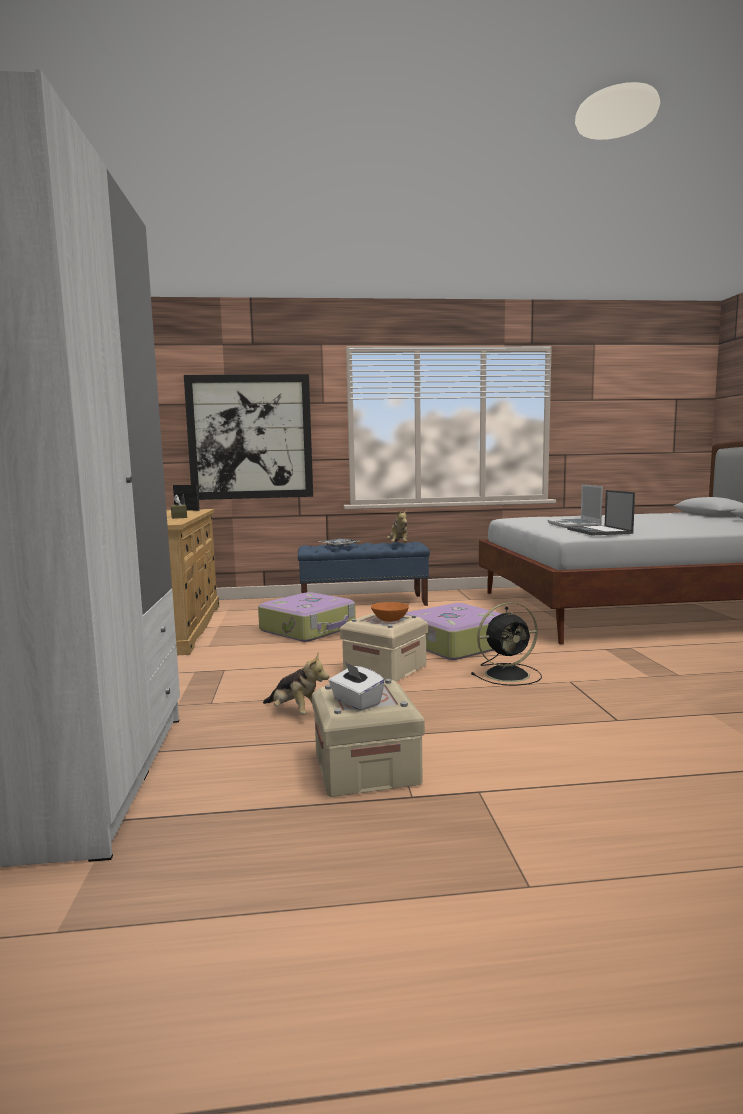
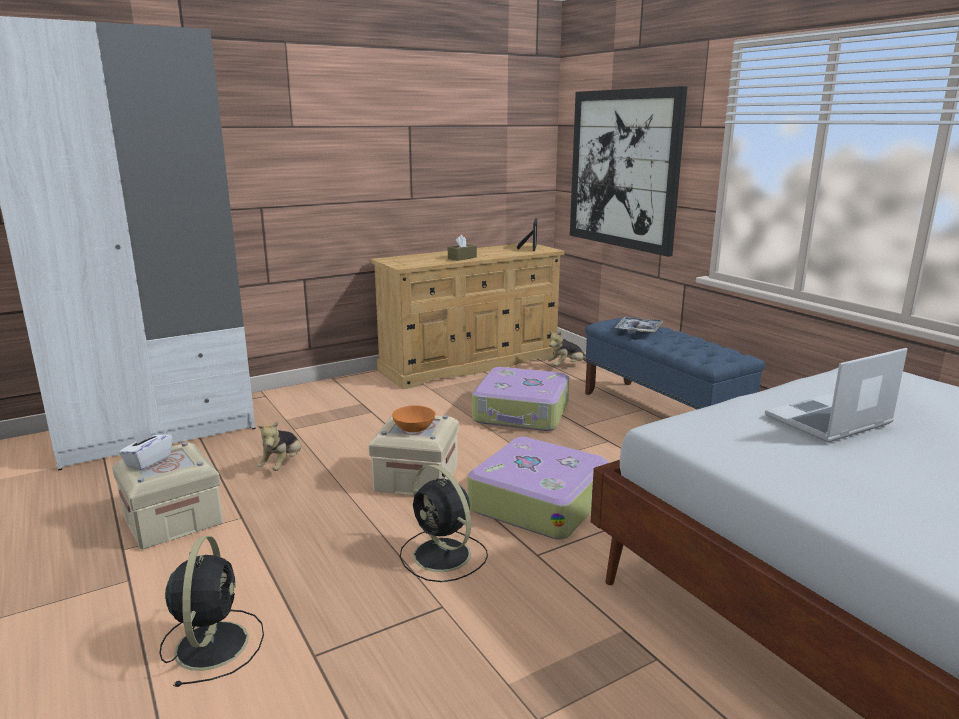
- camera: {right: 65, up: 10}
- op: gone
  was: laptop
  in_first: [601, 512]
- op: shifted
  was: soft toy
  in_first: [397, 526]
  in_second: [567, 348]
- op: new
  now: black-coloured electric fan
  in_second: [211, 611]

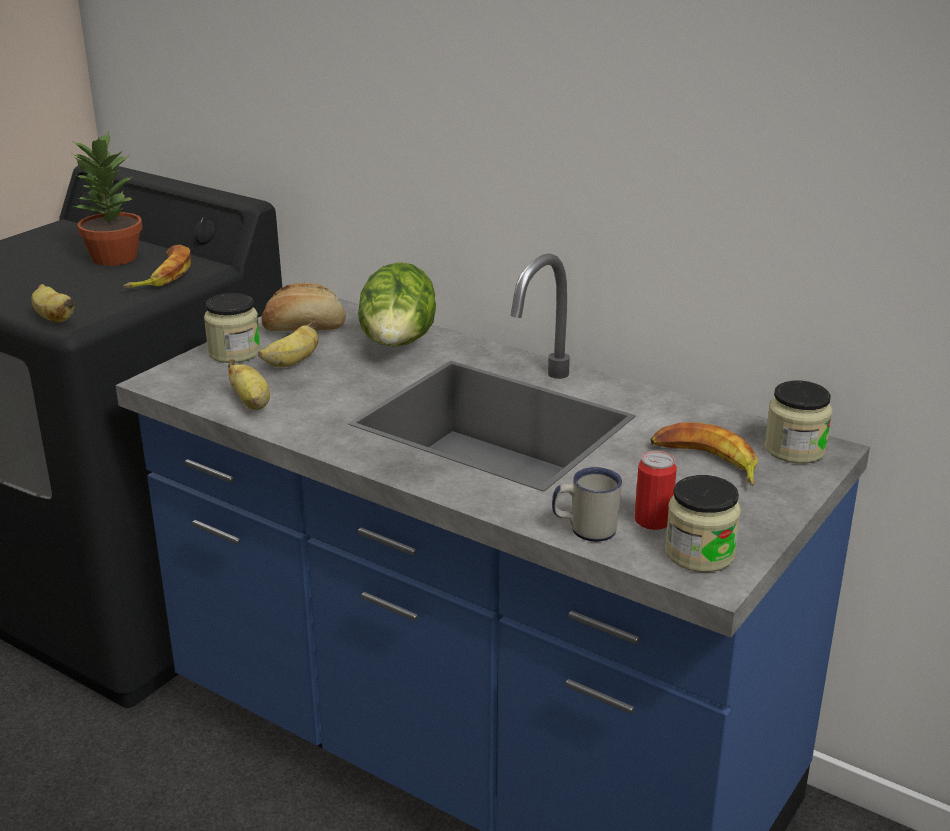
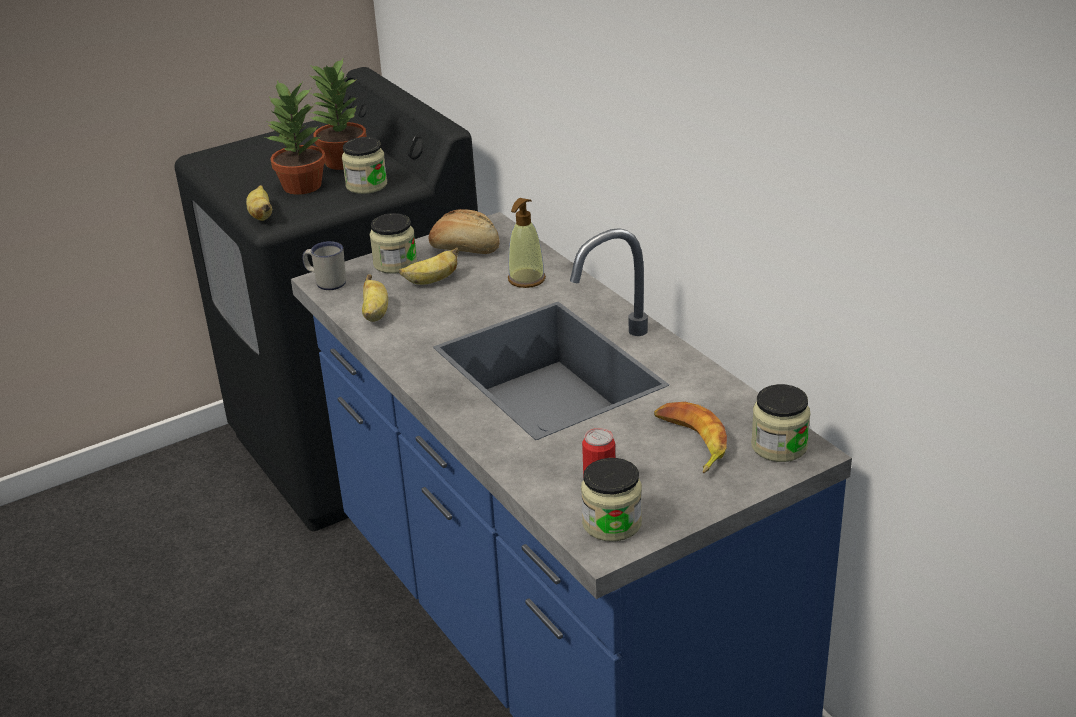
- camera: {right: 25, up: 5}
- op: swapped
  was: whole banana
  now: preserve jar
  in_first: [157, 266]
  in_second: [364, 165]
- op: swapped
  was: lettuce
  now: soap dispenser
  in_first: [397, 304]
  in_second: [527, 243]
- op: shifted
  was: white tea mug
  in_first: [587, 504]
  in_second: [324, 265]
- op: new
  now: houseplant
  in_second: [295, 138]

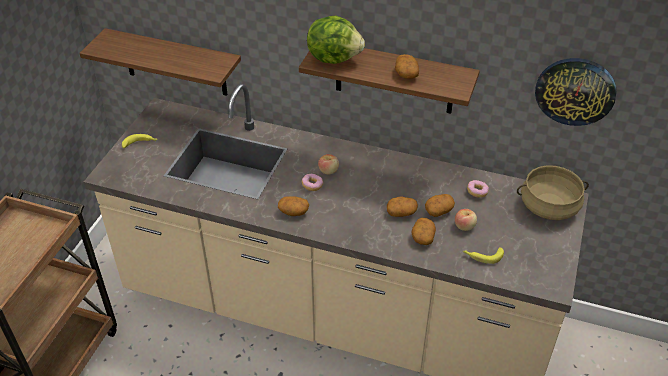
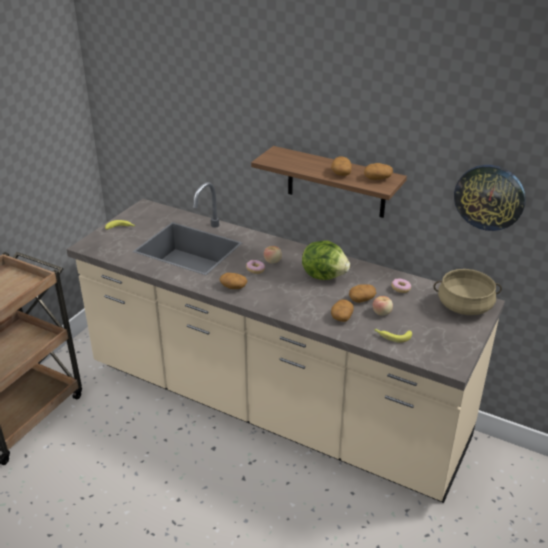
- camera: {right: 10, up: -10}
- op: shifted
  was: lettuce
  in_first: [336, 40]
  in_second: [326, 260]
- op: gone
  was: wall shelf
  in_first: [160, 62]
- op: shifted
  was: spud
  in_first: [402, 207]
  in_second: [378, 171]

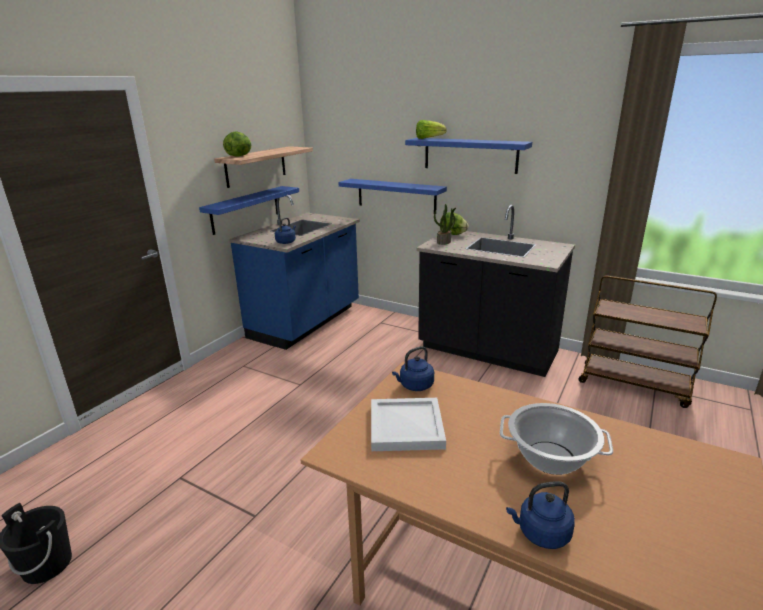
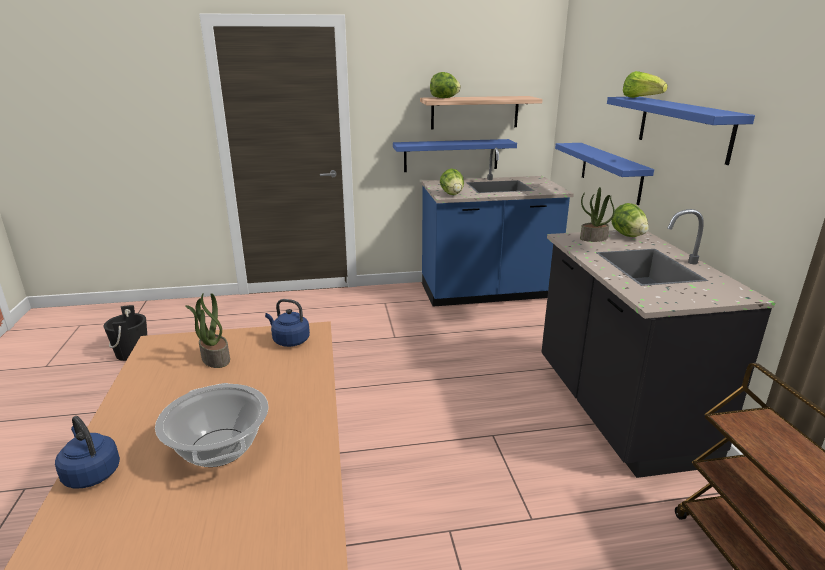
- camera: {right: 50, up: 0}
- op: swapped
  was: blue kettle
  now: lettuce
  in_first: [285, 230]
  in_second: [452, 181]
- op: swapped
  was: white carrying tray
  now: houseplant
  in_first: [408, 424]
  in_second: [207, 330]

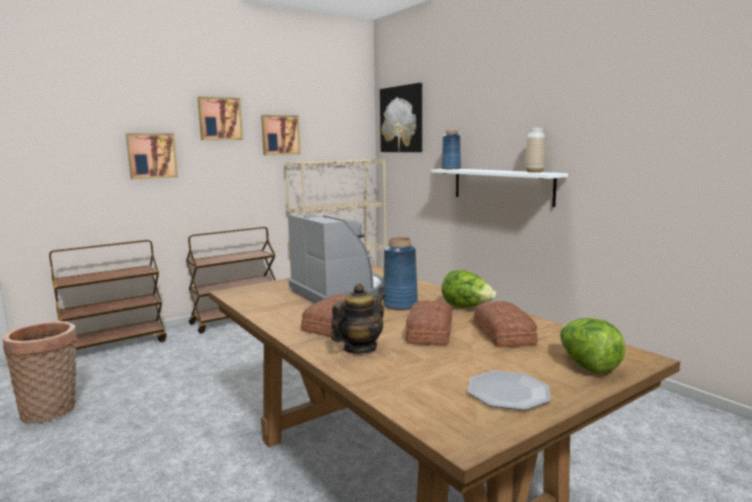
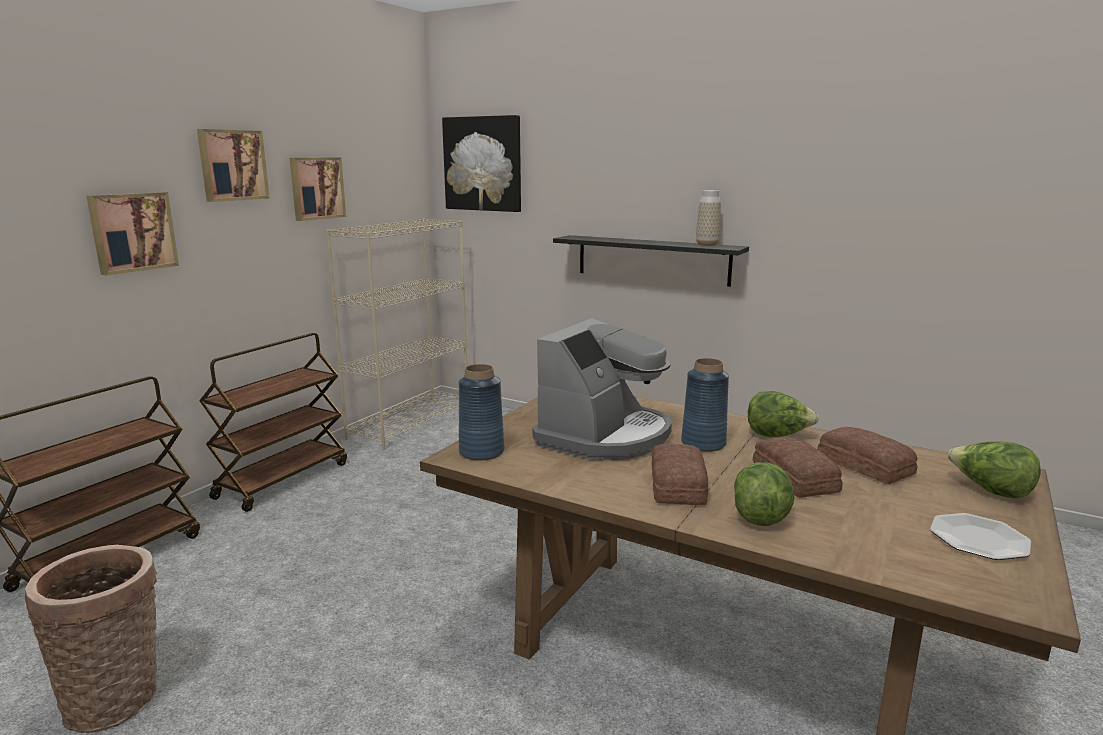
- camera: {right: -25, up: 5}
- op: shifted
  was: blue vase
  in_first: [451, 149]
  in_second: [482, 412]
- op: repainted
  was: white wall shelf
  now: black-coloured wall shelf
  in_first: [500, 188]
  in_second: [651, 261]
- op: rotated
  was: coffee machine
  in_first: [336, 258]
  in_second: [602, 389]
  clockwise: 90
- op: swapped
  was: teapot
  now: lettuce
  in_first: [358, 318]
  in_second: [764, 494]

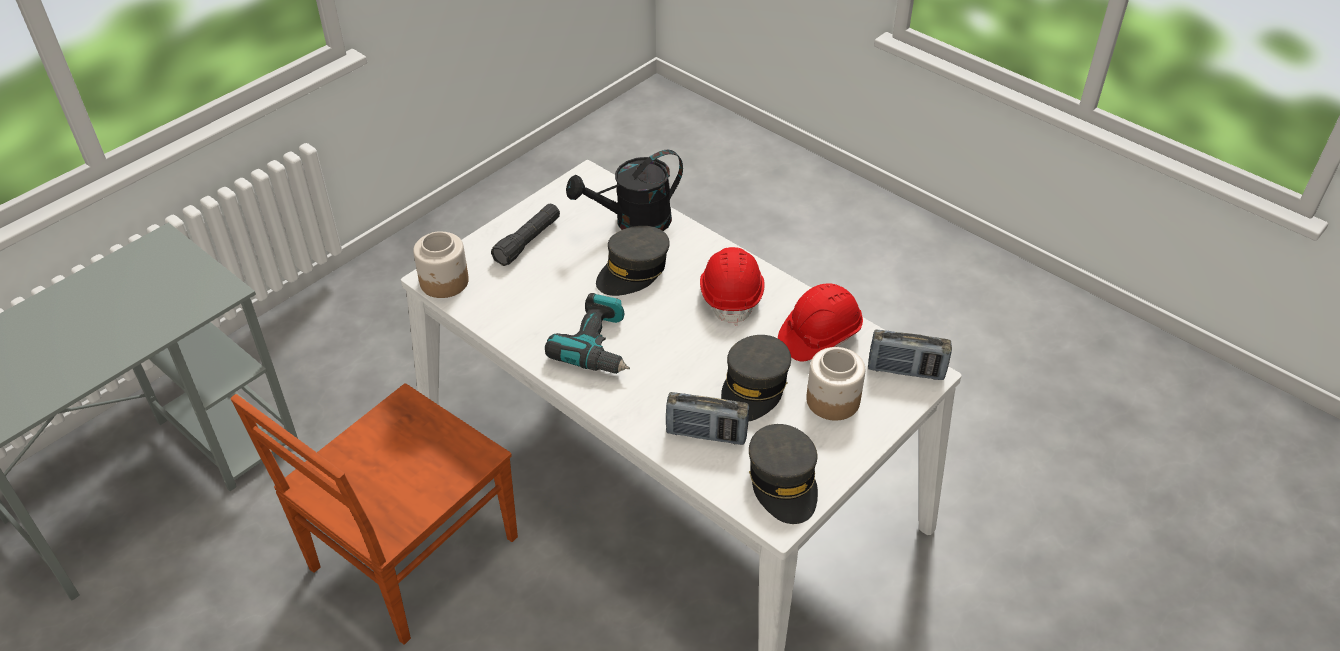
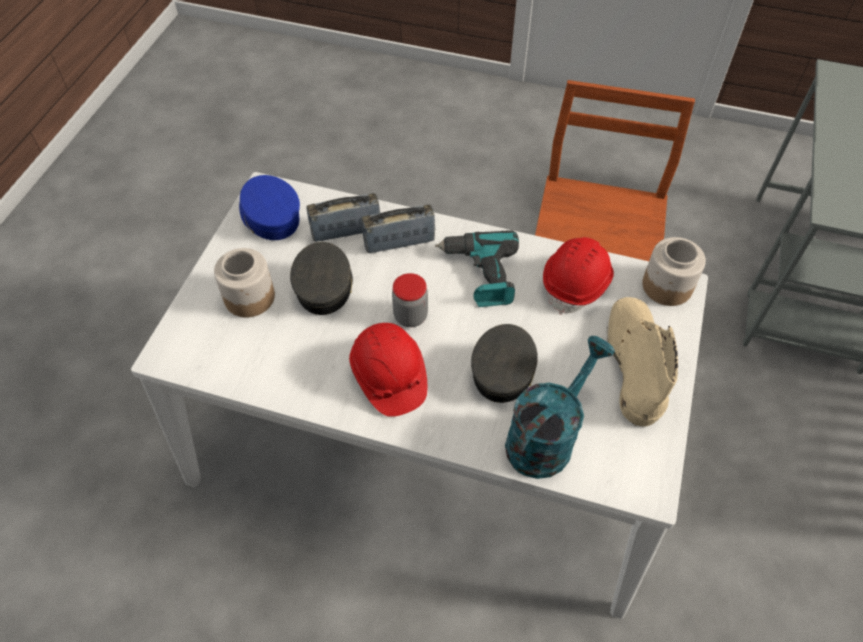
- camera: {right: 155, up: 10}
- op: repainted
  was: black-coloured watering can
  now: turquoise watering can
  in_first: [624, 190]
  in_second: [560, 407]
- op: swapped
  was: black-coloured flashlight
  now: beige boot
  in_first: [525, 235]
  in_second: [642, 362]
- op: shifted
  was: reddish hard hat
  in_first: [820, 322]
  in_second: [578, 276]
- op: shifted
  was: radio set
  in_first: [910, 355]
  in_second: [398, 228]
- op: repainted
  was: greyish baseball cap
  now: blue baseball cap
  in_first: [783, 474]
  in_second: [269, 207]
- op: new
  now: preserve jar
  in_second: [410, 300]

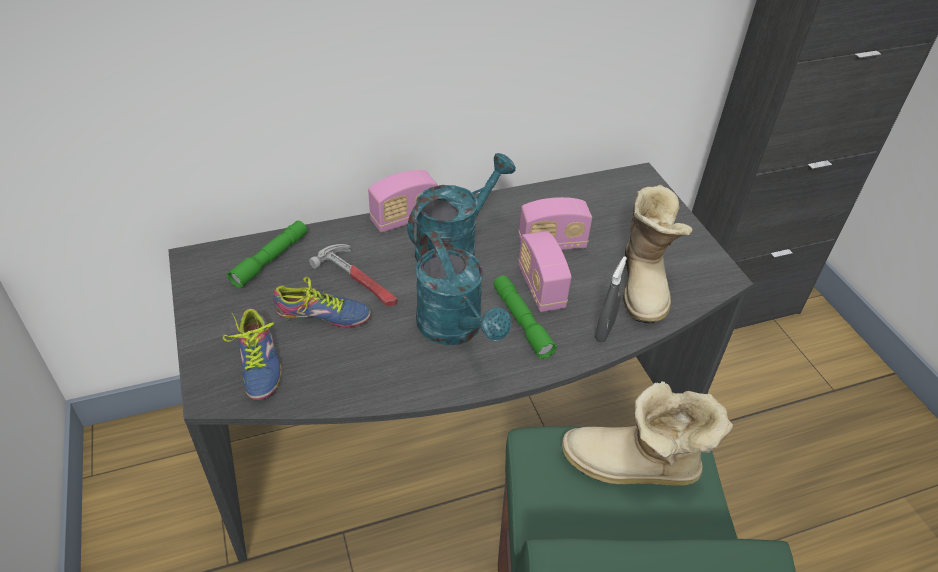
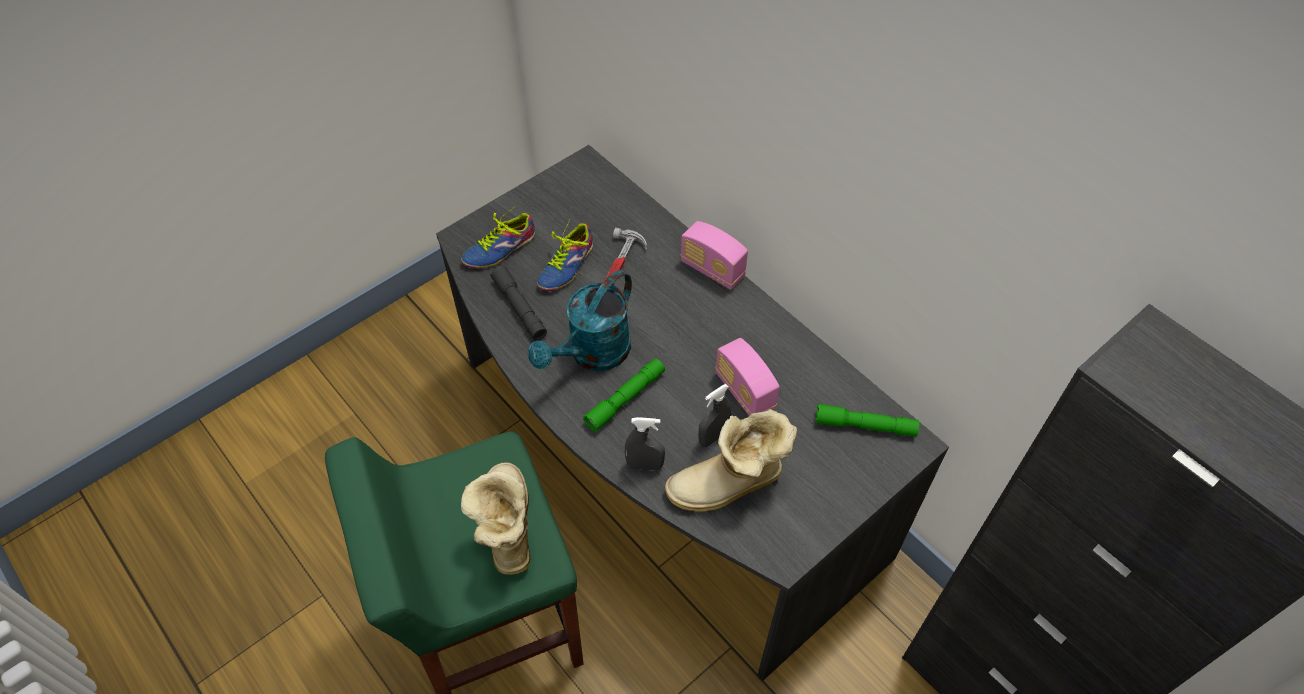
- camera: {right: 70, up: 10}
- op: gone
  was: turquoise watering can
  in_first: [461, 207]
- op: shifted
  was: green-coloured flashlight
  in_first: [267, 254]
  in_second: [867, 420]
- op: gone
  was: radio set
  in_first: [545, 271]
- op: rotated
  was: shoe
  in_first: [322, 301]
  in_second: [565, 255]
  clockwise: 45
- op: new
  now: greyish flashlight
  in_second: [519, 303]
- op: new
  now: greyish sprayer
  in_second: [714, 415]

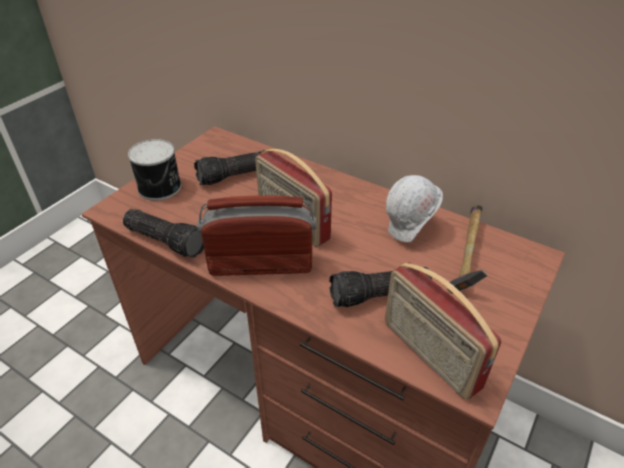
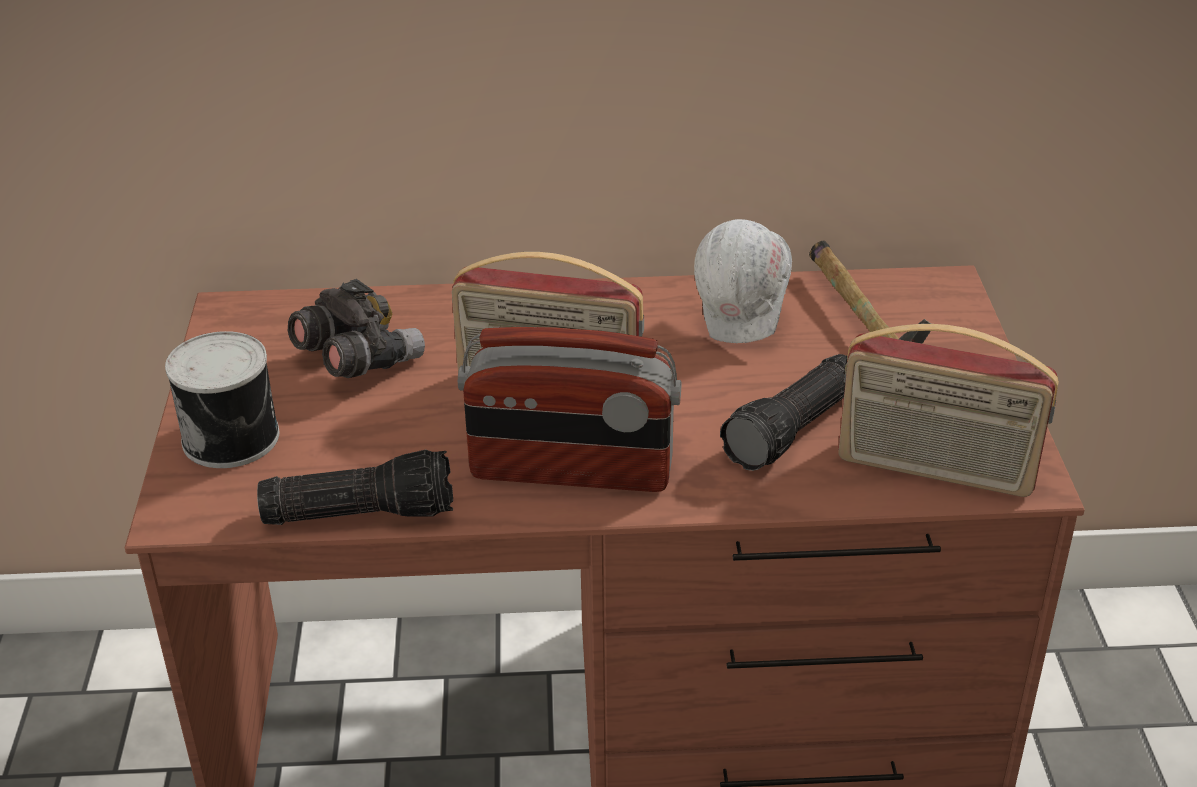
- camera: {right: -35, up: -5}
- op: swapped
  was: flashlight
  now: greyish binoculars
  in_first: [229, 167]
  in_second: [356, 328]
- op: rotated
  was: radio set
  in_first: [256, 235]
  in_second: [569, 409]
  clockwise: -135

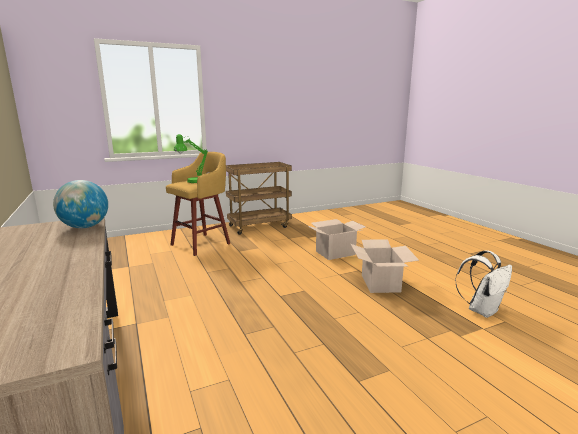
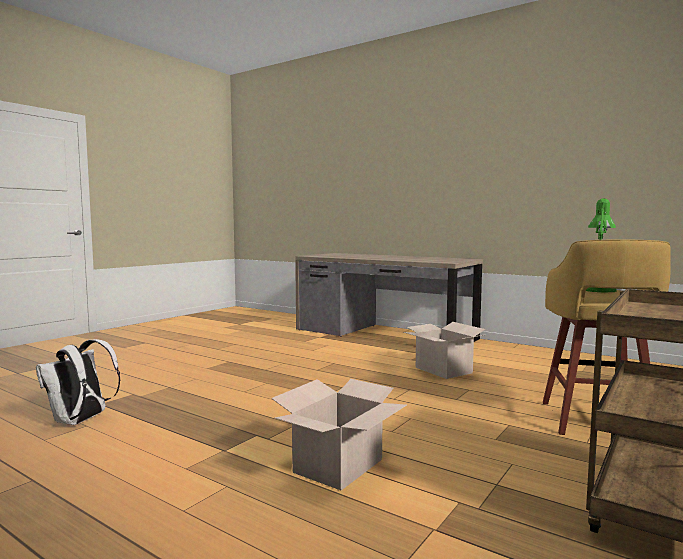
- camera: {right: 150, up: -10}
- op: gone
  was: globe
  in_first: [80, 204]
- op: shifted
  was: cardboard box
  in_first: [385, 266]
  in_second: [444, 350]

